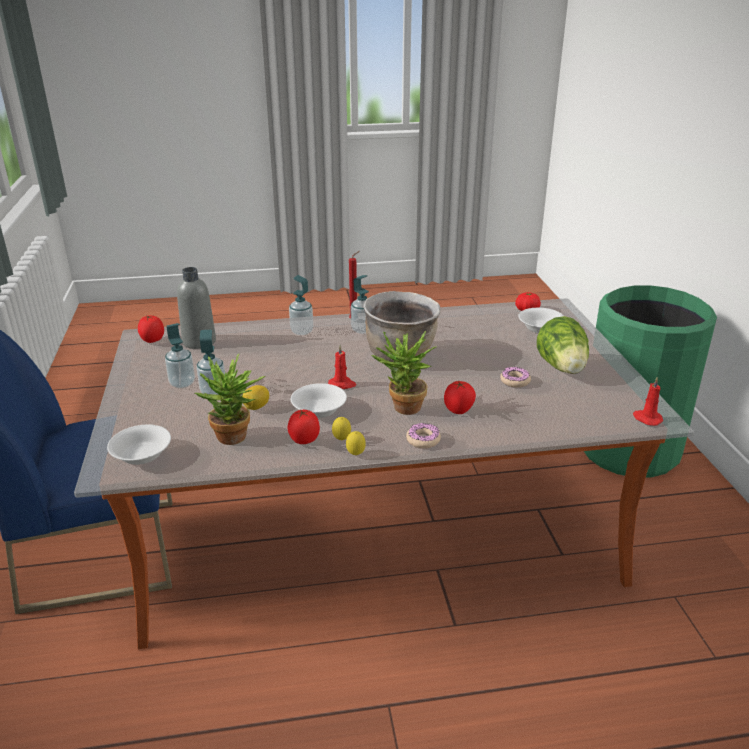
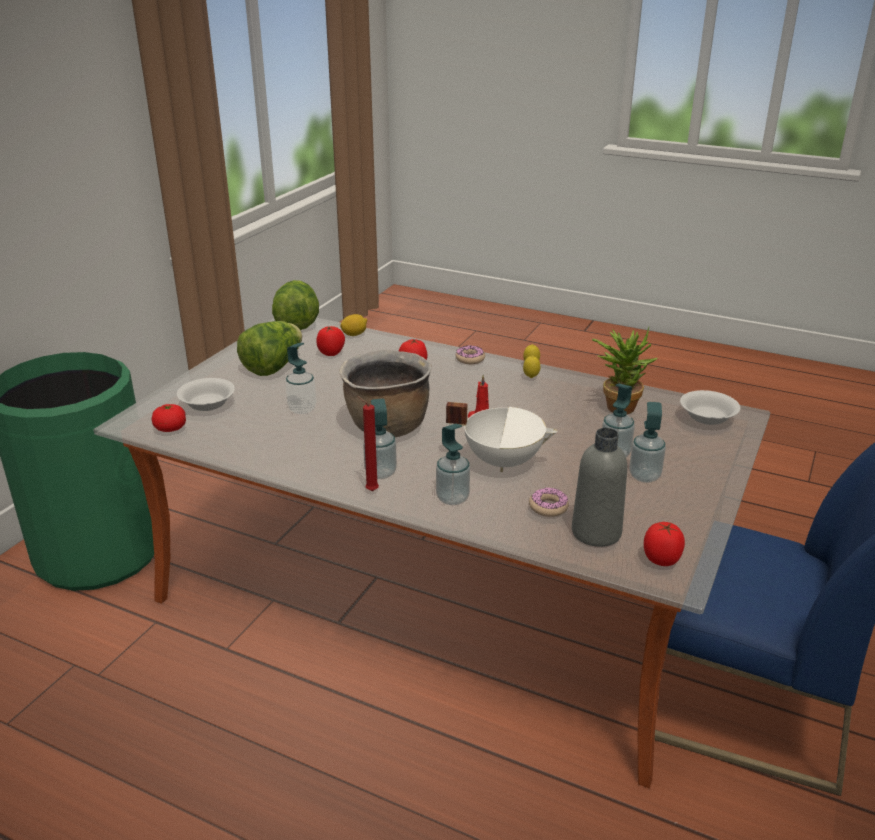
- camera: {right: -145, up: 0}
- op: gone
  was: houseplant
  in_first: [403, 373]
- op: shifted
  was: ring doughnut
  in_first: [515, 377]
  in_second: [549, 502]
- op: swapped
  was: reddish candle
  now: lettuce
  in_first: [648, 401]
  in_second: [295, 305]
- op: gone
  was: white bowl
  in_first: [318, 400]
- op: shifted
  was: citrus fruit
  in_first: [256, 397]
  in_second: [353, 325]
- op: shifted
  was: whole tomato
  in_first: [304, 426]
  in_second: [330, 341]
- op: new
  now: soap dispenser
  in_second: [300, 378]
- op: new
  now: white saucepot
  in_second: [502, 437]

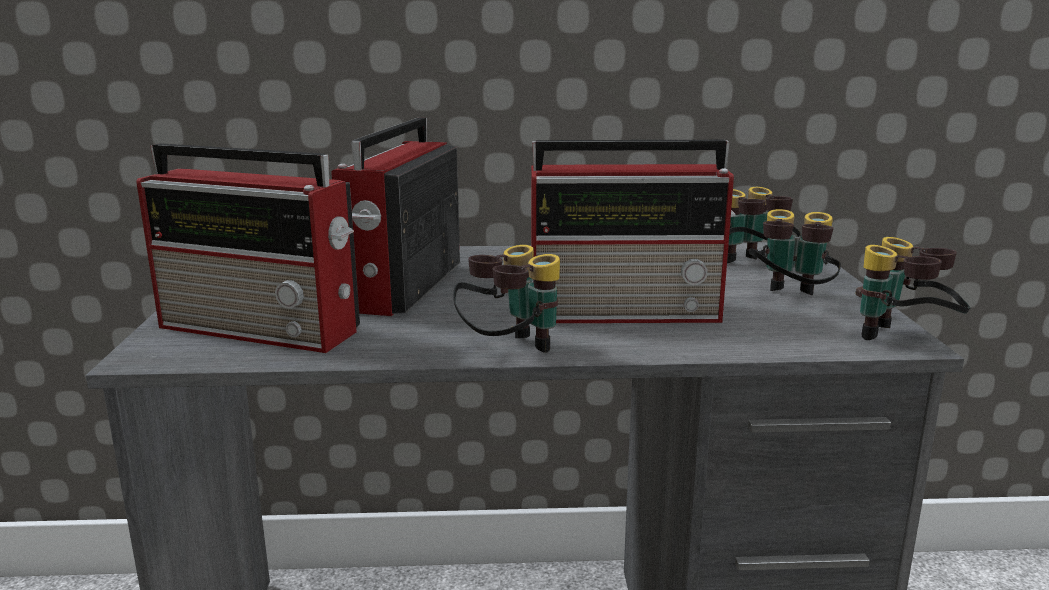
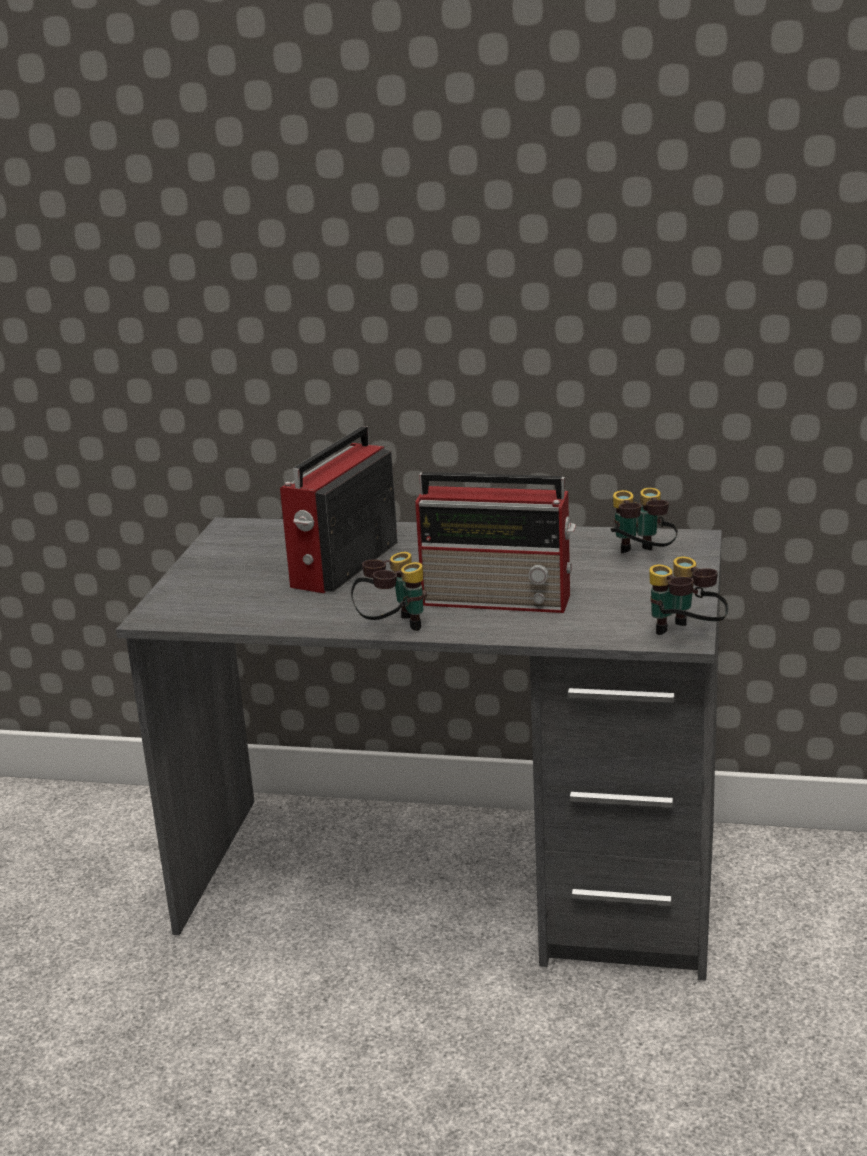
- camera: {right: 15, up: 5}
- op: gone
  was: radio set
  in_first: [248, 248]
- op: gone
  was: binoculars
  in_first: [795, 252]

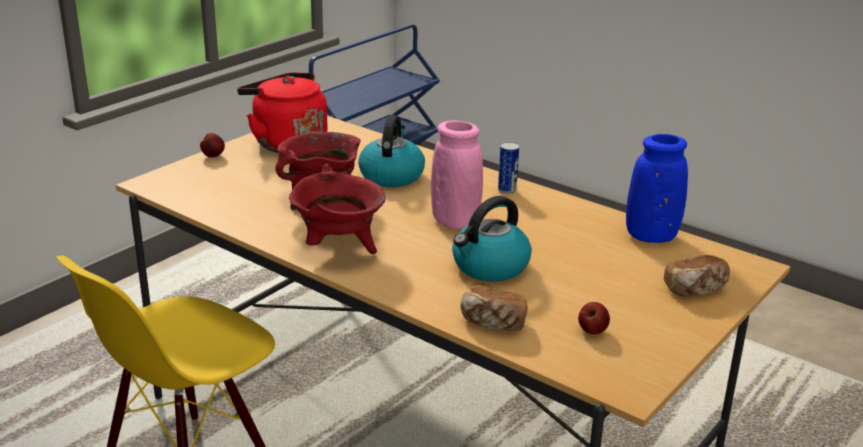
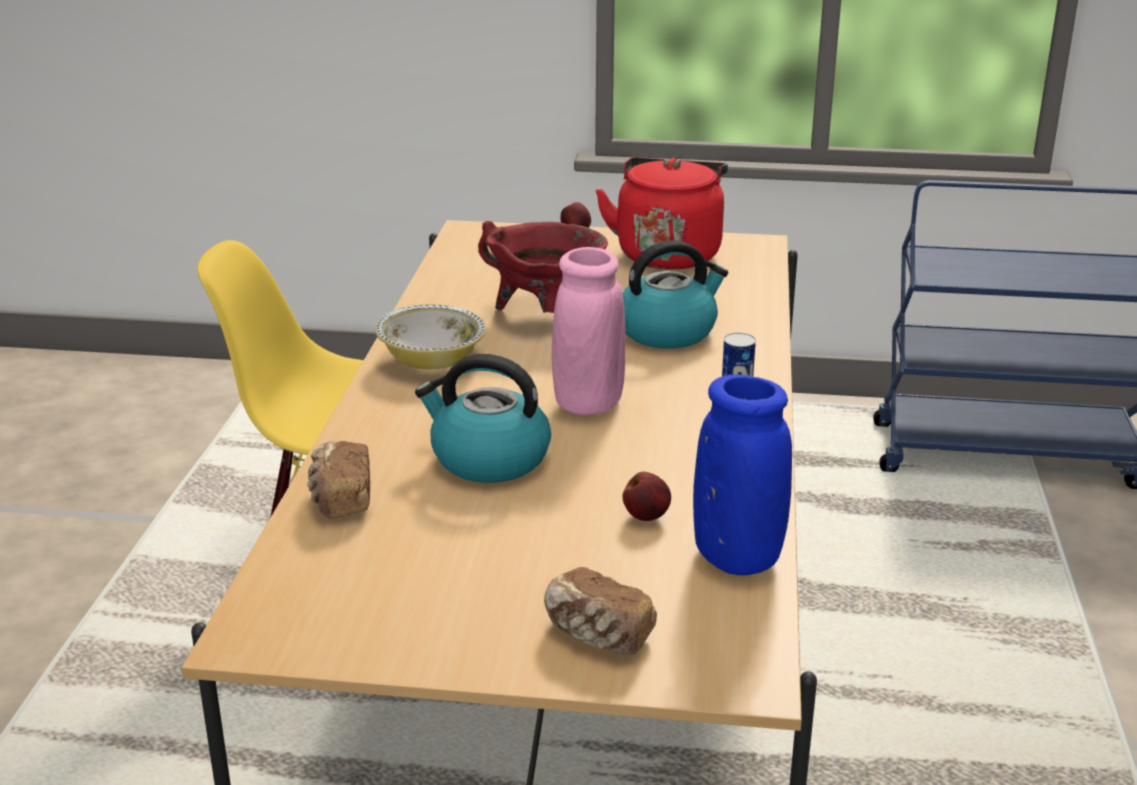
- camera: {right: 60, up: 0}
- op: swapped
  was: reddish saucepot
  now: bowl
  in_first: [337, 209]
  in_second: [430, 336]
- op: shifted
  was: apple fruit
  in_first: [594, 318]
  in_second: [647, 496]

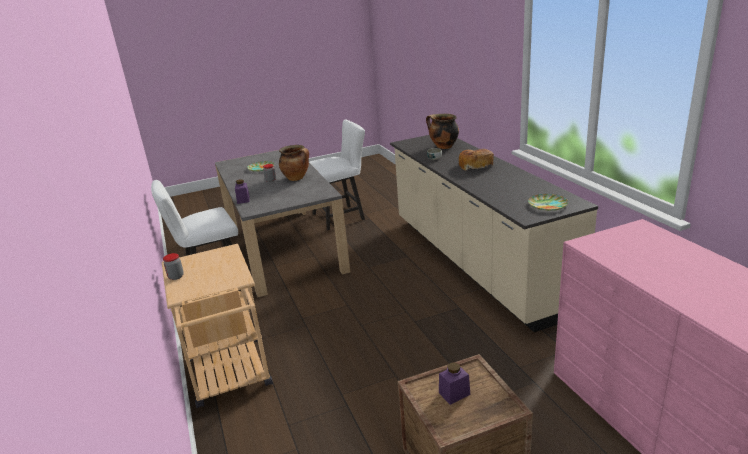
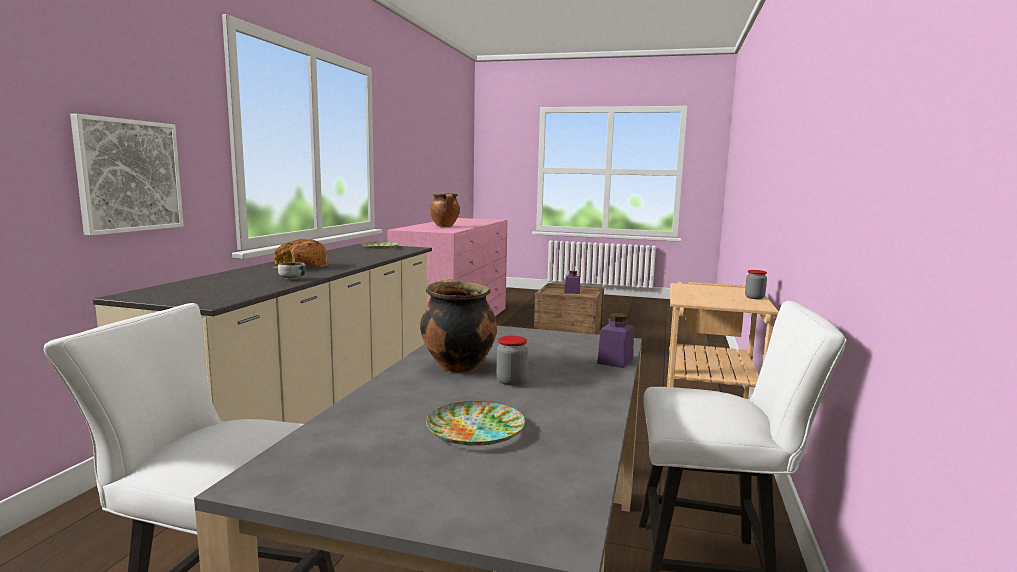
- camera: {right: -145, up: -15}
- op: shifted
  was: saucepot
  in_first: [442, 131]
  in_second: [445, 210]
- op: new
  now: wall art
  in_second: [127, 175]

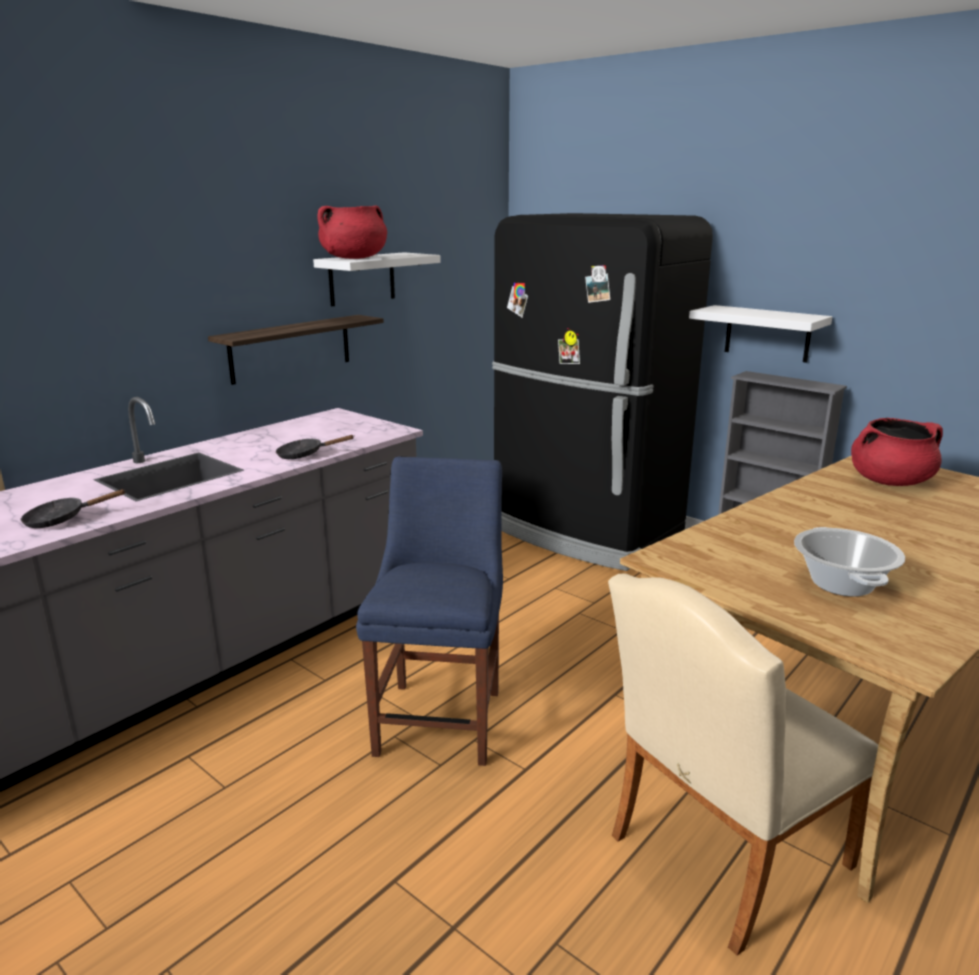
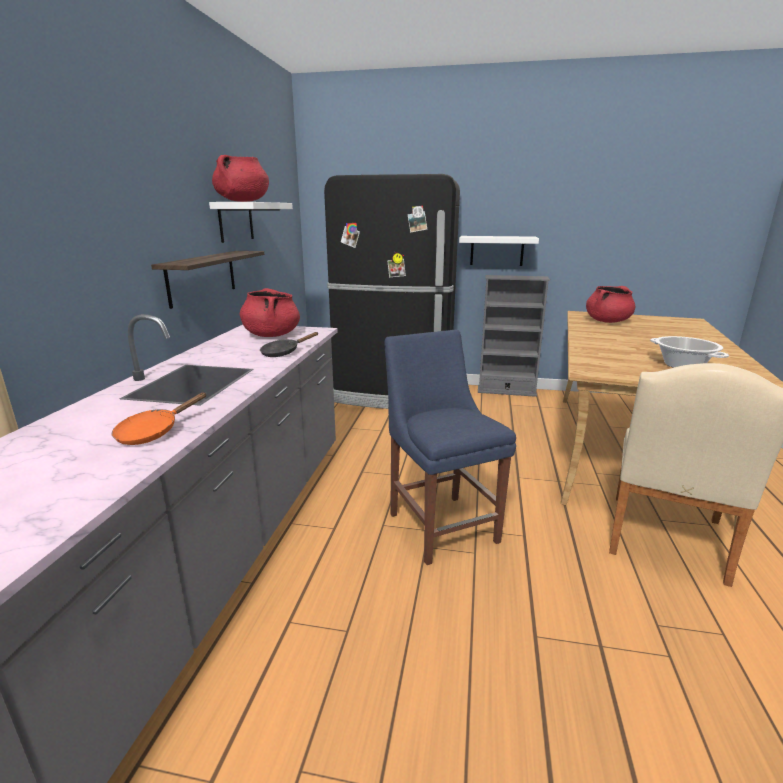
- camera: {right: -30, up: 0}
- op: repainted
  was: black-coloured pan
  now: orange-coloured pan
  in_first: [73, 508]
  in_second: [159, 419]
- op: new
  now: reddish saucepot
  in_second: [270, 312]

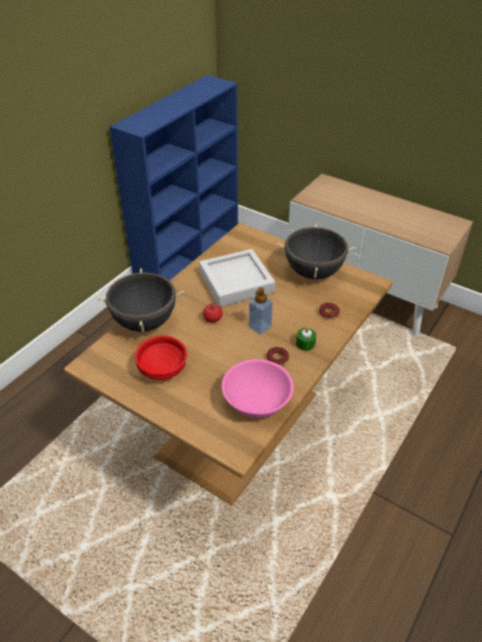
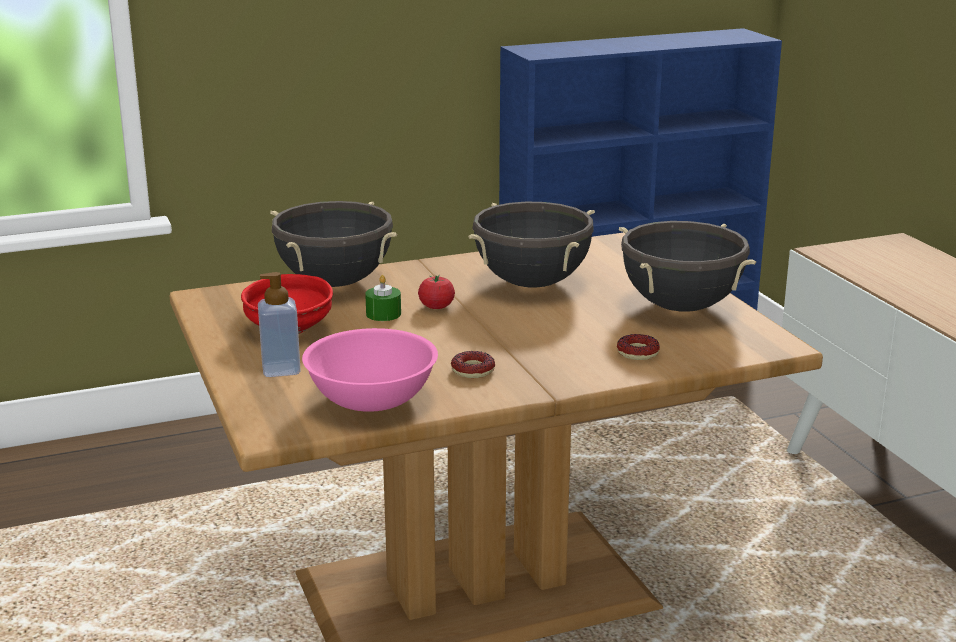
- camera: {right: 35, up: -20}
- op: swapped
  was: greyish carrying tray
  now: black-coloured saucepot
  in_first: [237, 278]
  in_second: [531, 245]
- op: shifted
  was: soap dispenser
  in_first: [261, 310]
  in_second: [279, 324]
- op: shifted
  was: green-coloured candle
  in_first: [306, 339]
  in_second: [383, 298]

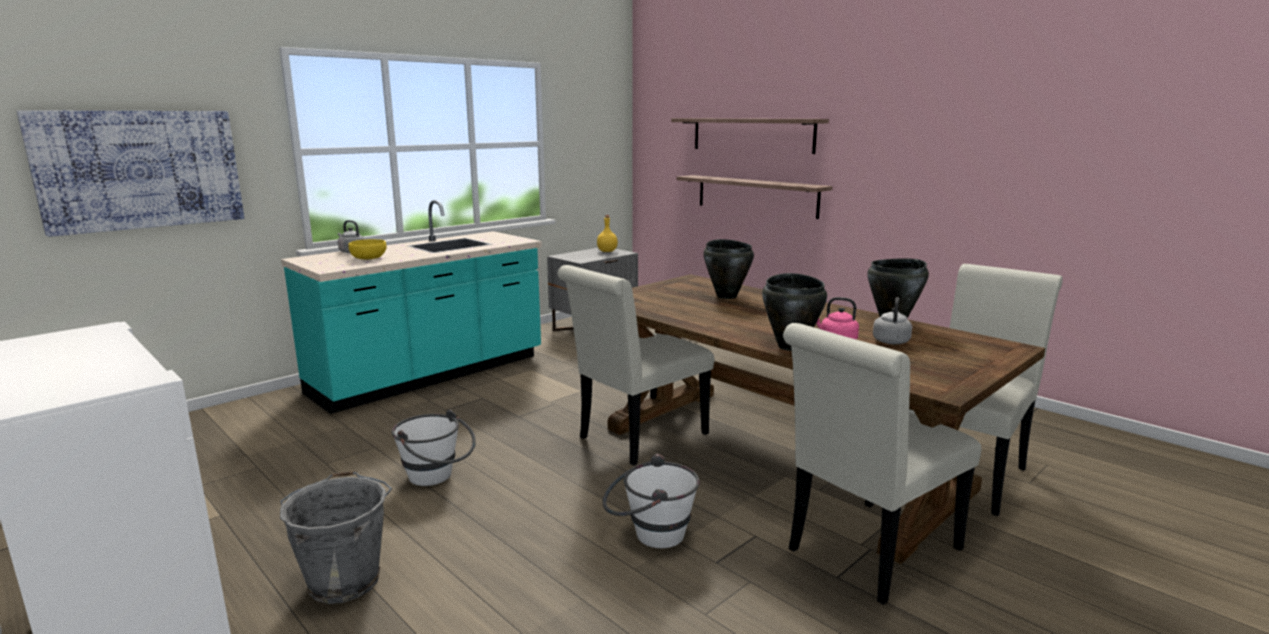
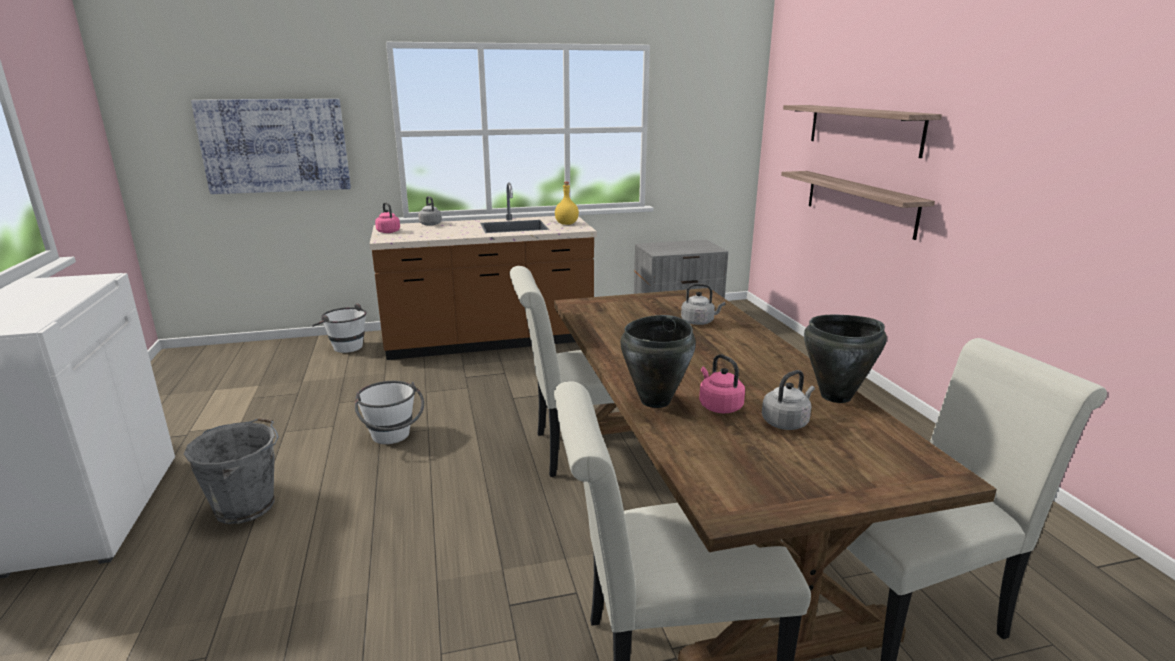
- camera: {right: 30, up: 5}
- op: repainted
  was: turquoise kitchen base unit
  now: brownish kitchen base unit
  in_first: [411, 307]
  in_second: [483, 271]
- op: shifted
  was: yellow drink bottle
  in_first: [607, 233]
  in_second: [567, 203]
- op: gone
  was: yellow bowl
  in_first: [367, 249]
- op: swapped
  was: black-coloured saucepot
  now: greyish kettle
  in_first: [728, 269]
  in_second: [703, 304]
- op: shifted
  was: white pail
  in_first: [651, 501]
  in_second: [339, 328]
- op: new
  now: pink kettle
  in_second: [387, 217]

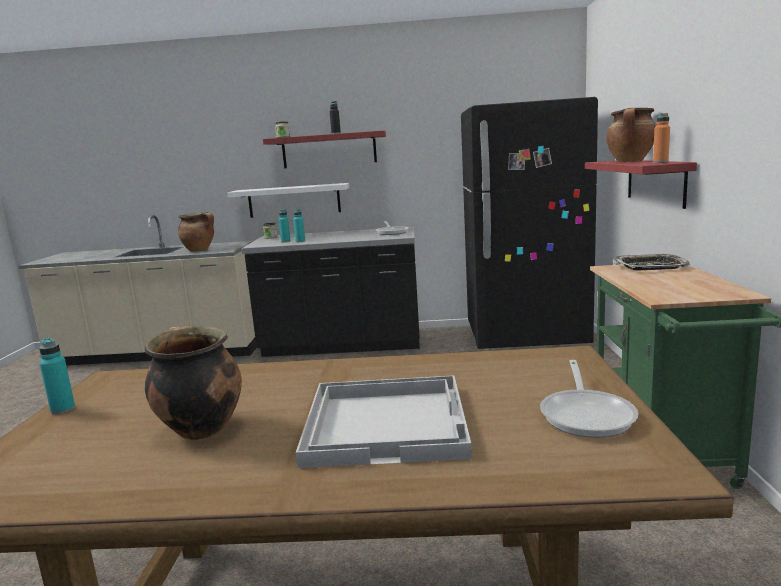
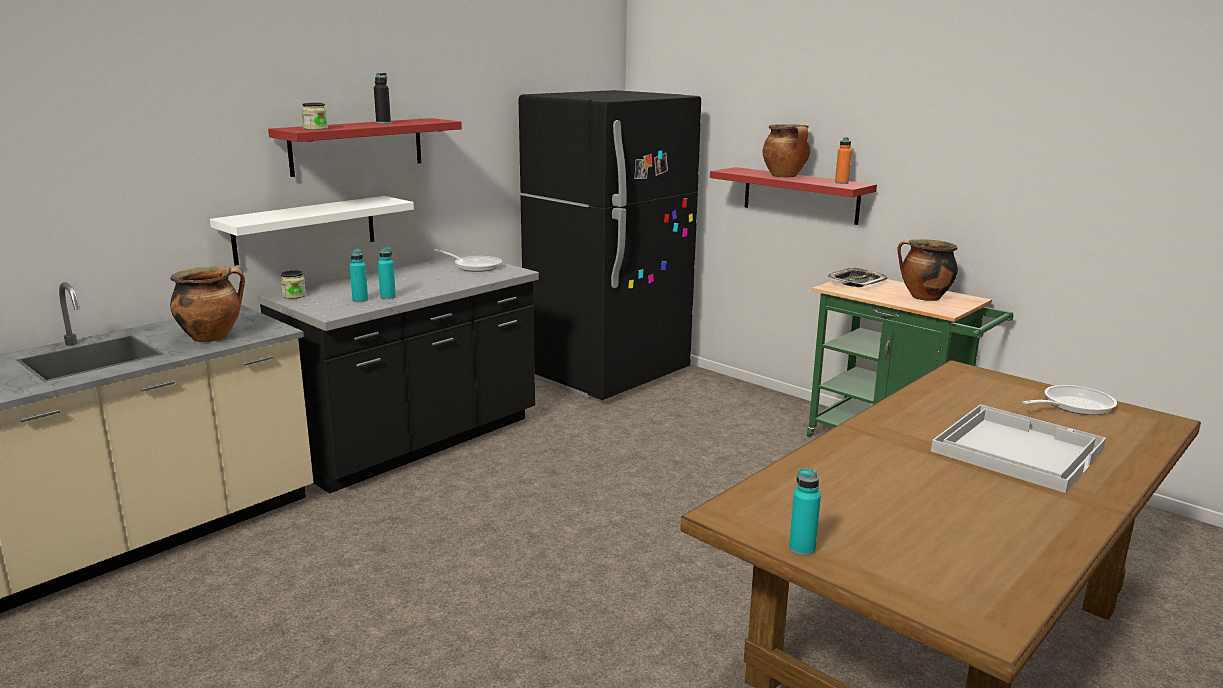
- camera: {right: -50, up: 5}
- op: shifted
  was: saucepot
  in_first: [193, 383]
  in_second: [928, 270]
- op: rotated
  was: pan
  in_first: [589, 399]
  in_second: [1070, 400]
  clockwise: -75

